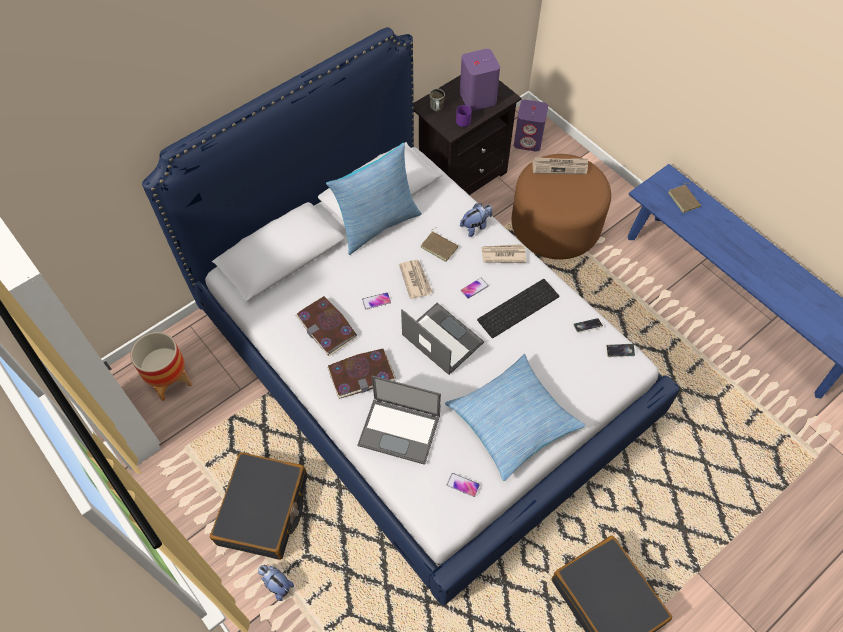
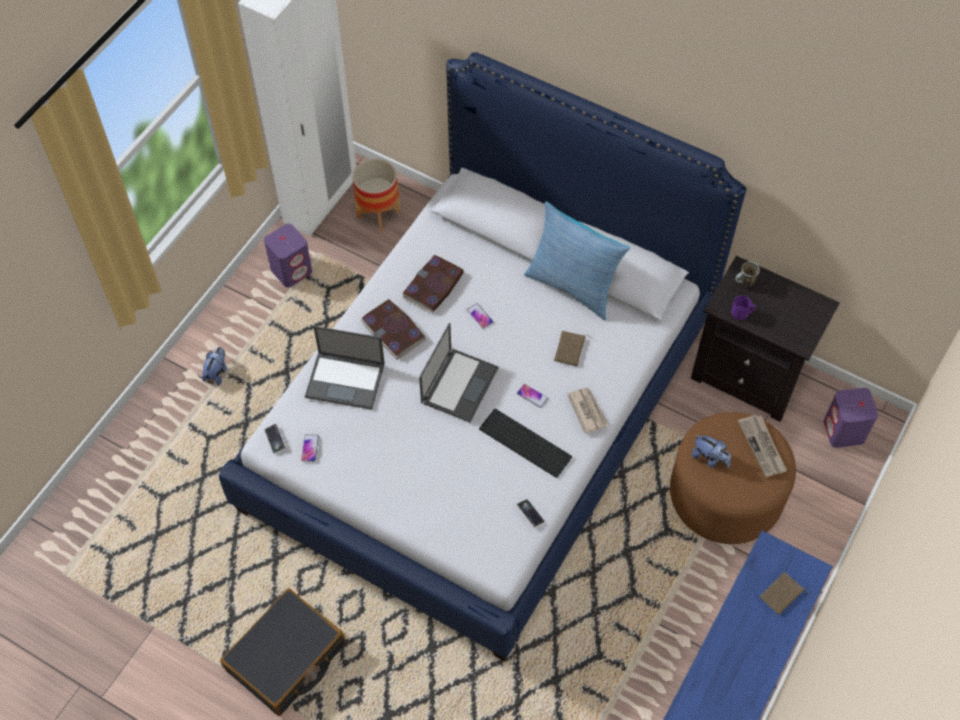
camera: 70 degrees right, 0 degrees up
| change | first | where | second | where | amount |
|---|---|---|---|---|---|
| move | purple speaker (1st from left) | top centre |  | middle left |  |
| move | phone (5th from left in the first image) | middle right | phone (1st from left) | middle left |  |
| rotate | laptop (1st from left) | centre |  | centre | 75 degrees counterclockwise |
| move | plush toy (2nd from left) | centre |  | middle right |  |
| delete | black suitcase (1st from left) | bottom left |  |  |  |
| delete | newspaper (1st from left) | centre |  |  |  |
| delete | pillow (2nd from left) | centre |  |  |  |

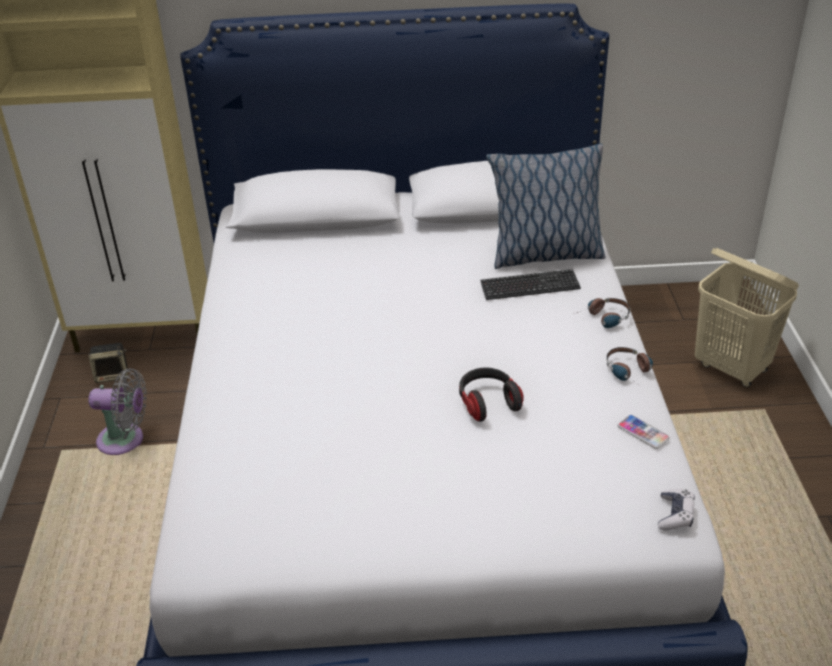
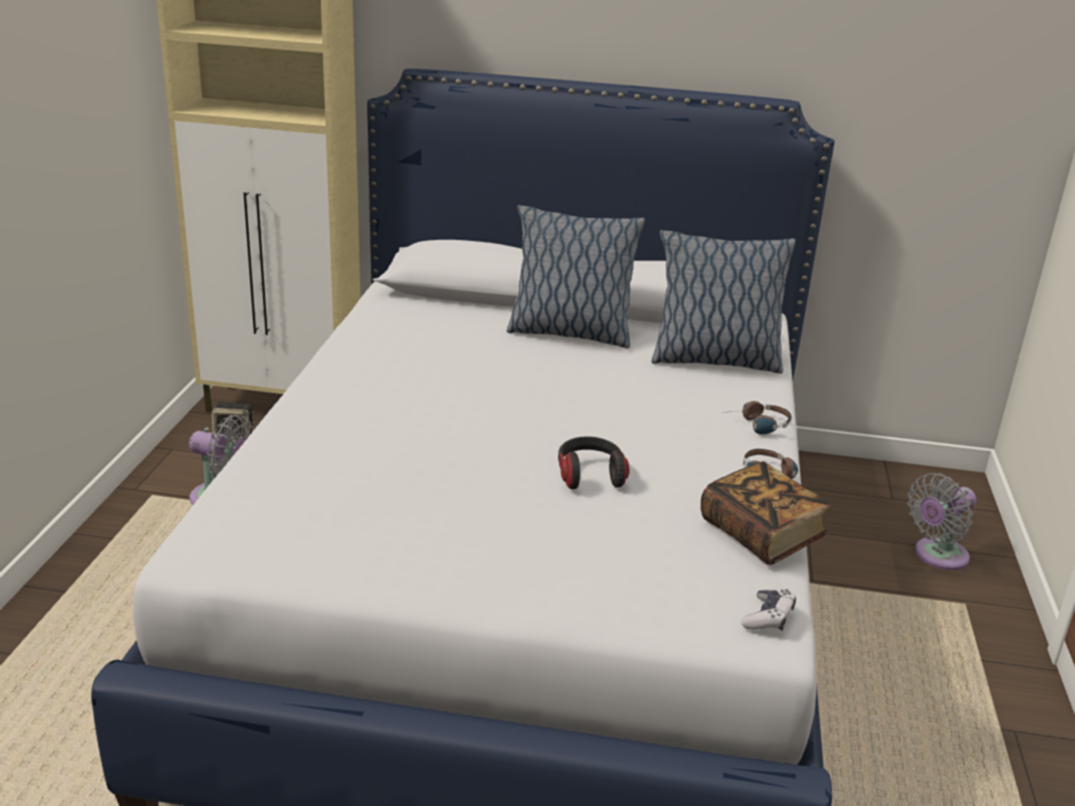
camera: 10 degrees right, 10 degrees down
| change | first | where | second | where | amount |
|---|---|---|---|---|---|
| insert |  |  | pillow (1st from left) | centre |  |
| replace | phone | middle right | book | middle right |  |
| replace | beige laundry basket | middle right | grey fan (2nd from left) | middle right |  |
| delete | keyboard | centre |  |  |  |

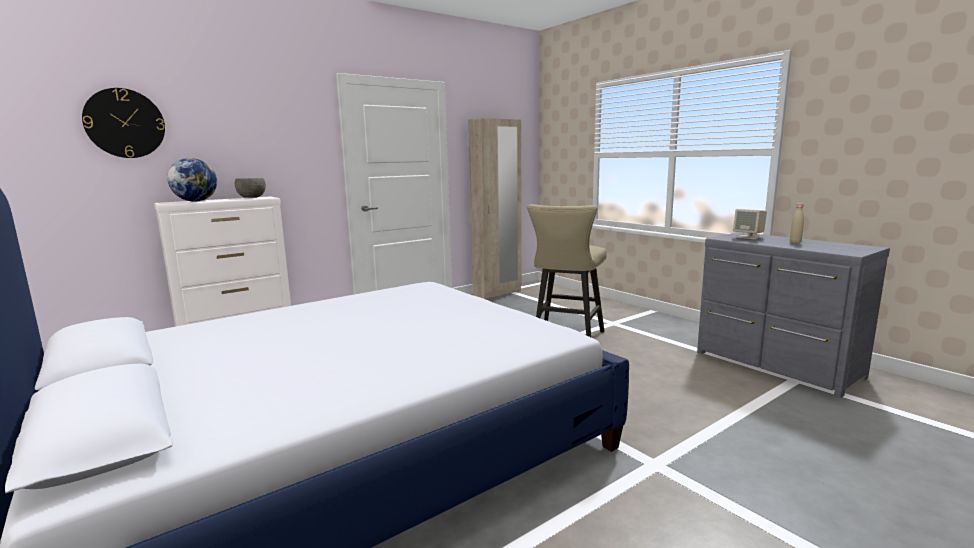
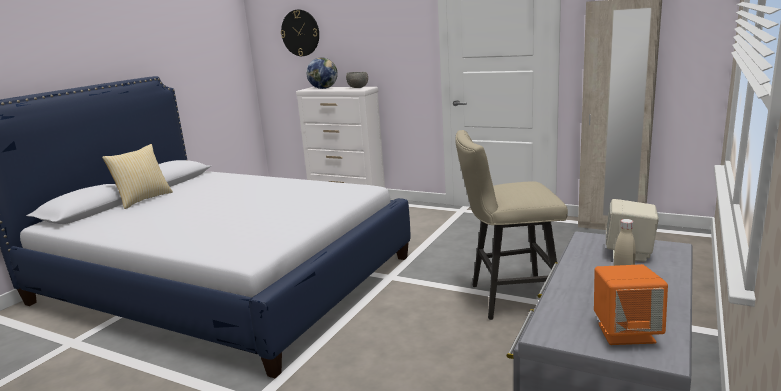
camera: 65 degrees right, 5 degrees up
| change | first | where | second | where | amount |
|---|---|---|---|---|---|
| insert |  |  | pillow | middle left |  |
| insert |  |  | orange speaker | bottom right |  |

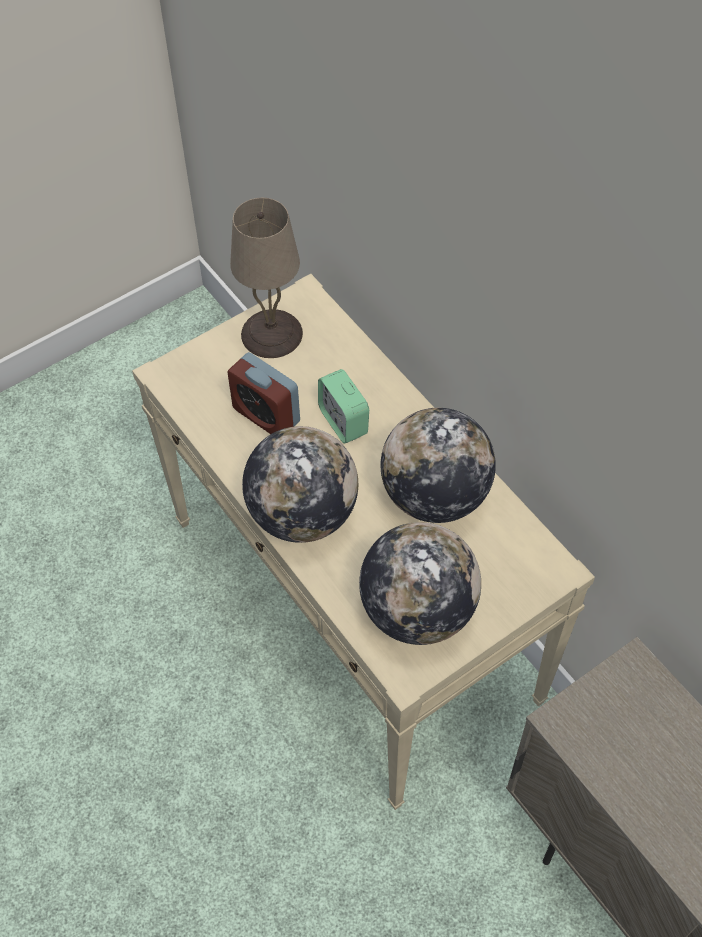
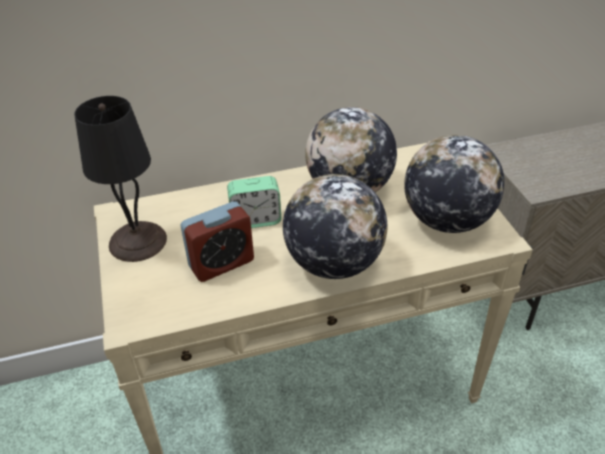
camera: 70 degrees left, 15 degrees down
| change | first | where | second | where | amount |
|---|---|---|---|---|---|
| recolor | beige table lamp | top centre | black table lamp | middle left |  |

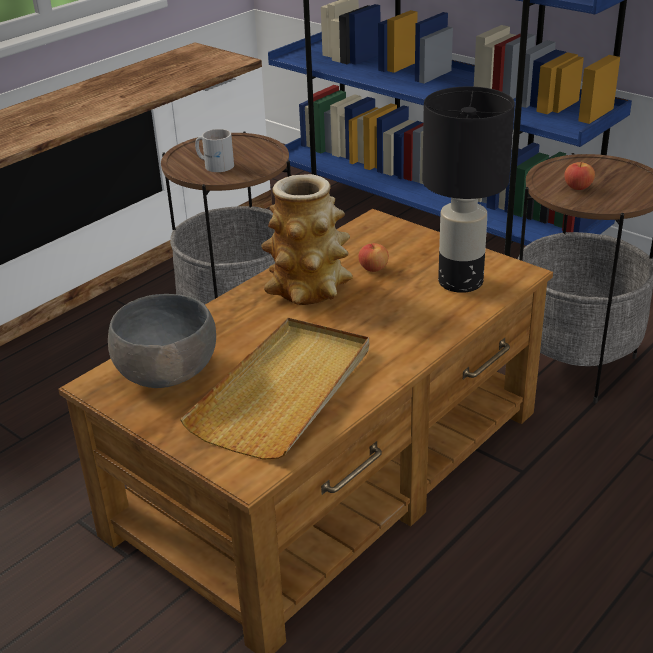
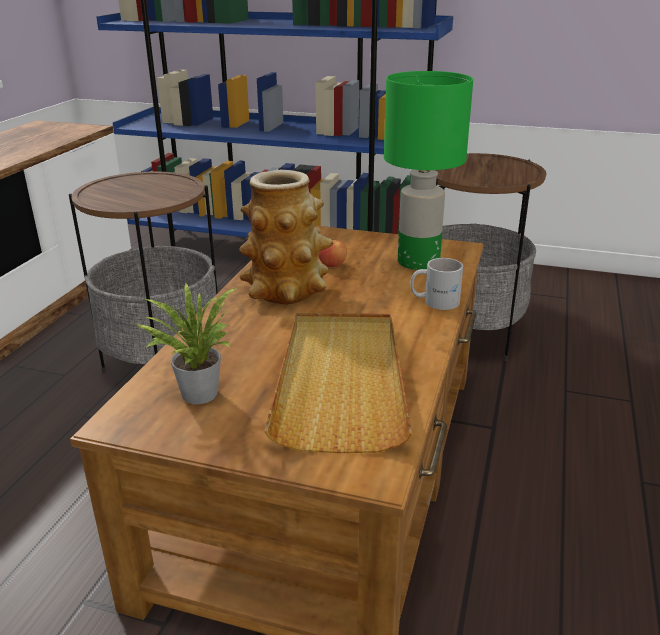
camera: 25 degrees left, 5 degrees down
| change | first | where | second | where | amount |
|---|---|---|---|---|---|
| replace | grey bowl | middle left | potted plant | middle left |  |
| recolor | black table lamp | top right | green table lamp | top centre |  |
| move | white mug | top left |  | centre |  |
| delete | apple (2nd from left) | top right |  |  |  |

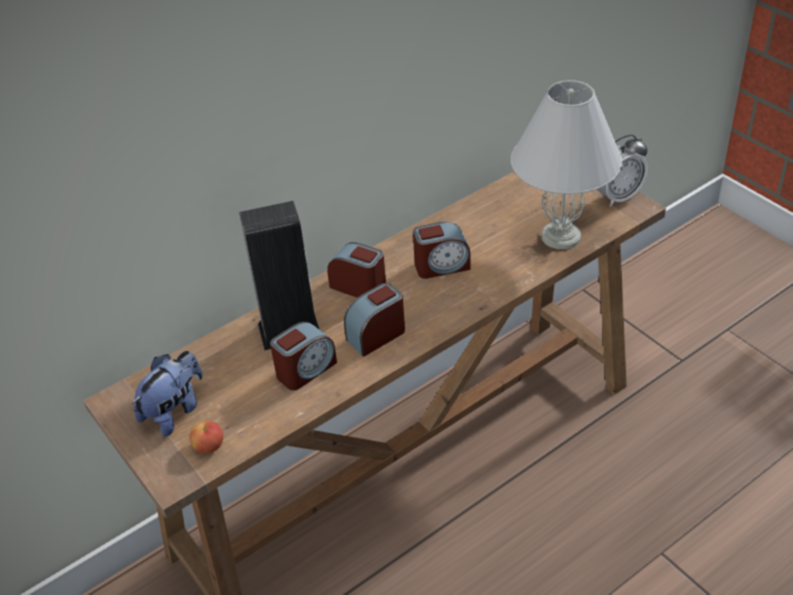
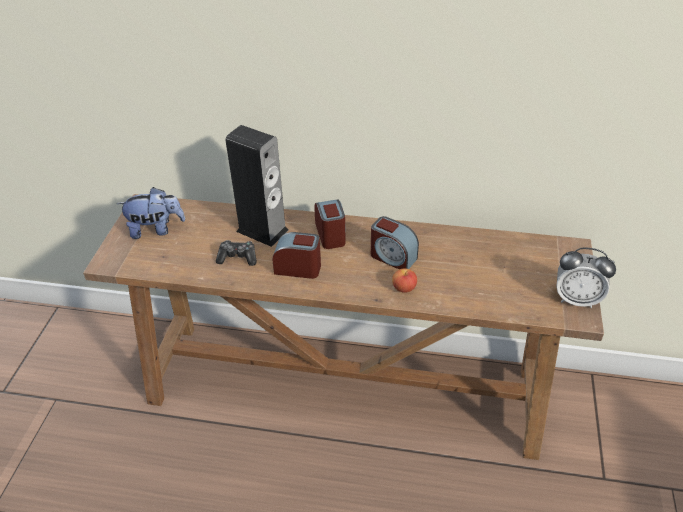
camera: 45 degrees right, 0 degrees up
| change | first | where | second | where | amount |
|---|---|---|---|---|---|
| replace | alarm clock (1st from left) | centre | game controller | centre |  |
| move | apple | bottom left |  | centre |  |
| delete | white table lamp | top right |  |  |  |

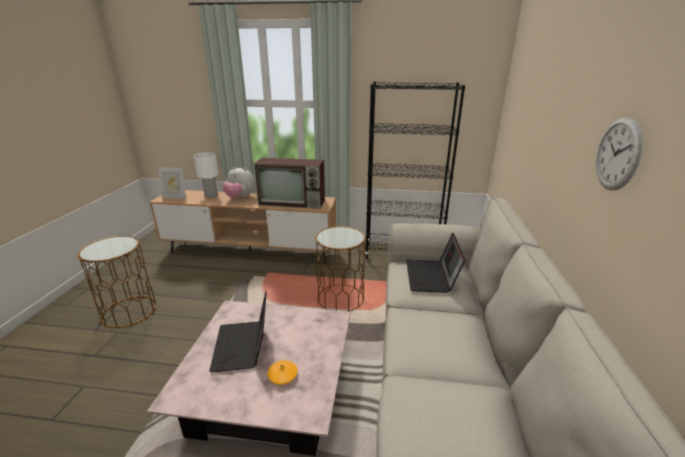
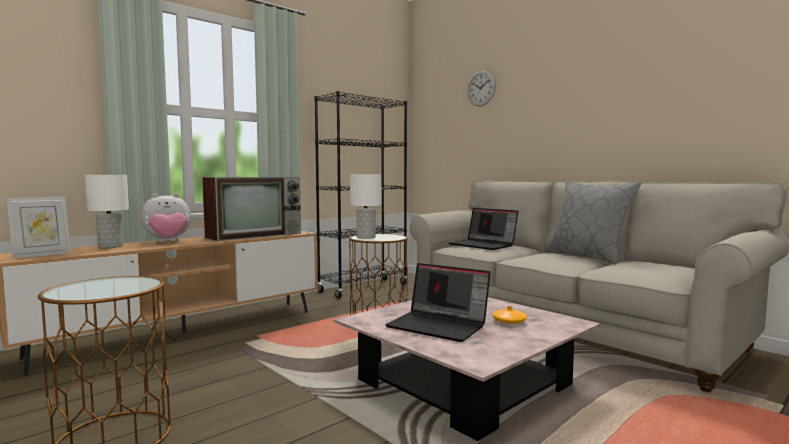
camera: 50 degrees left, 20 degrees down
| change | first | where | second | where | amount |
|---|---|---|---|---|---|
| insert |  |  | white table lamp (2nd from left) | centre |  |
| move | wall clock | middle right |  | top centre |  |
| insert |  |  | grey pillow | middle right |  |

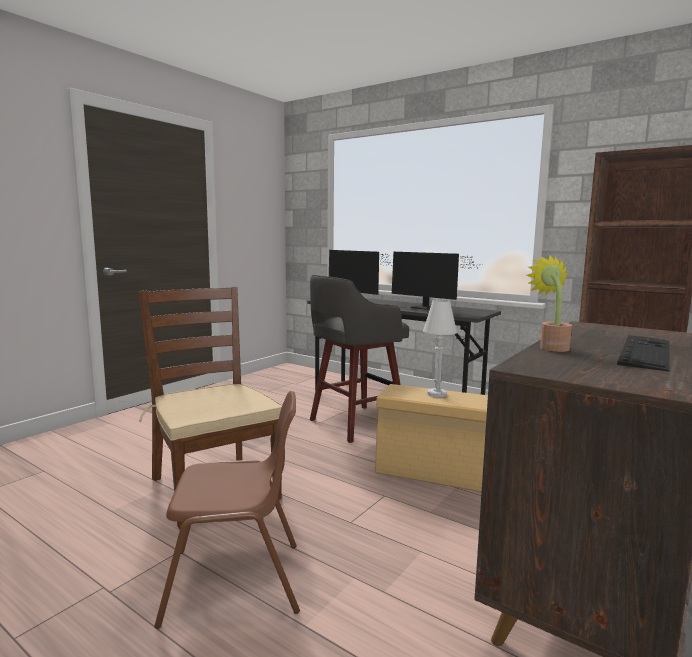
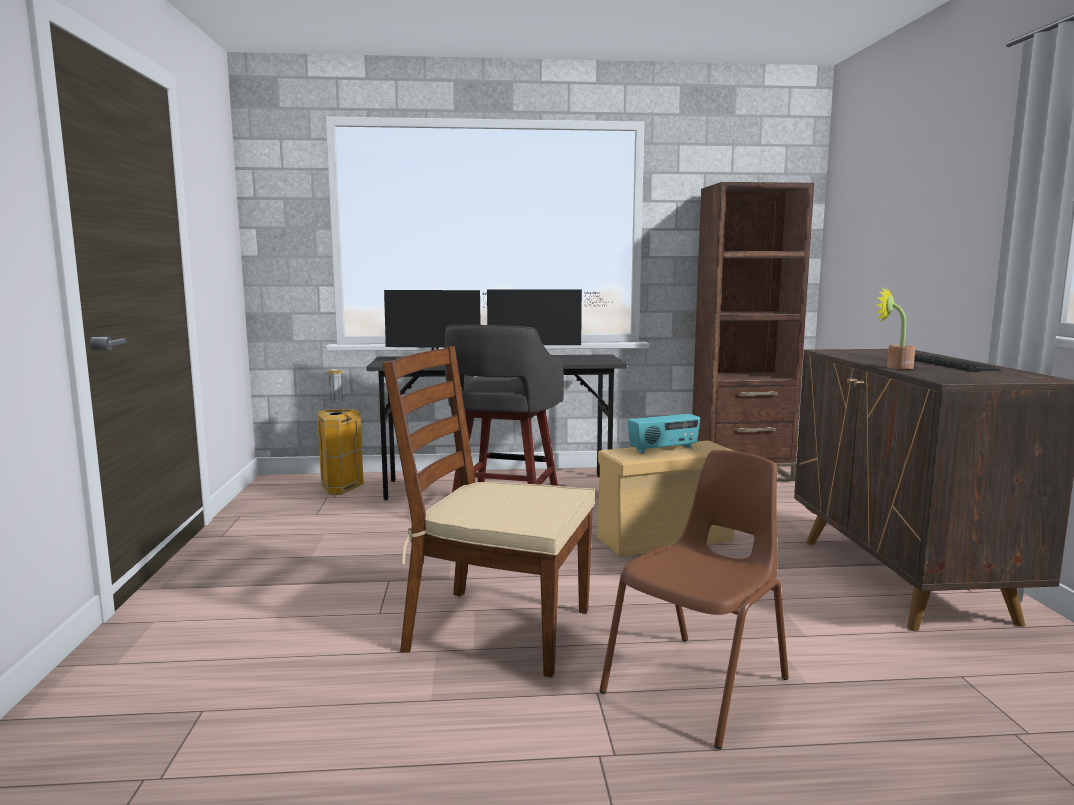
camera: 40 degrees left, 0 degrees up
| change | first | where | second | where | amount |
|---|---|---|---|---|---|
| insert |  |  | trash can | middle left |  |
| replace | white table lamp | centre | radio | centre |  |

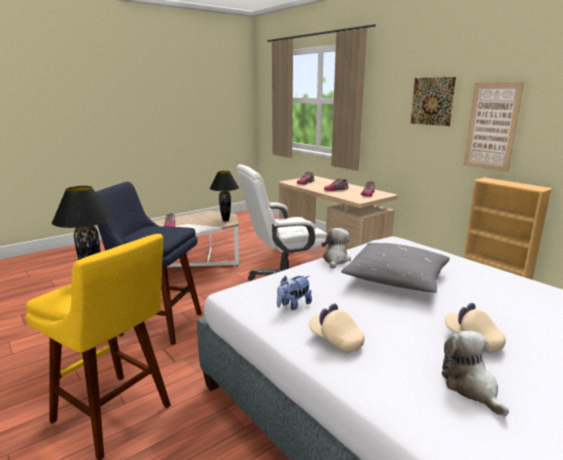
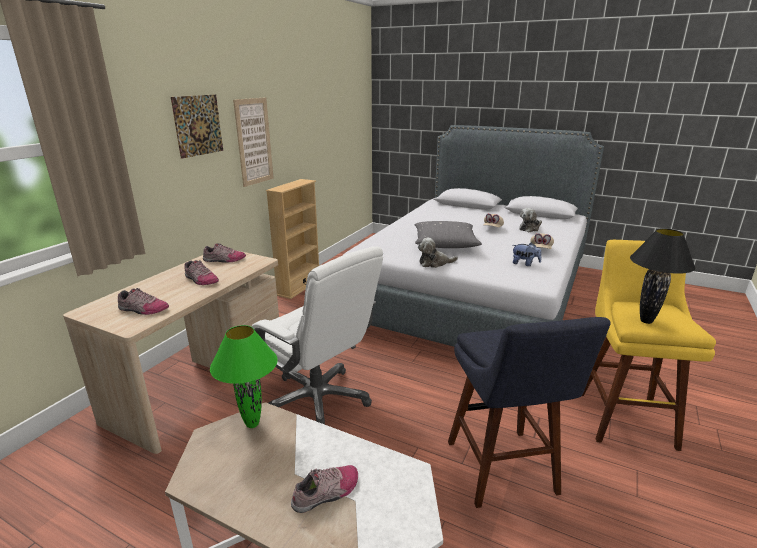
camera: 115 degrees left, 5 degrees up
| change | first | where | second | where | amount |
|---|---|---|---|---|---|
| recolor | black table lamp (2nd from left) | centre | green table lamp | bottom left |  |

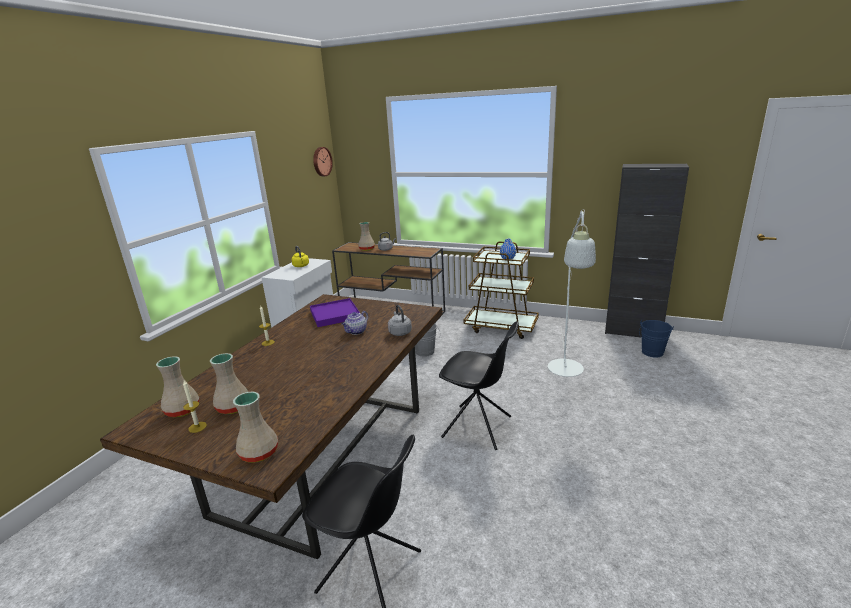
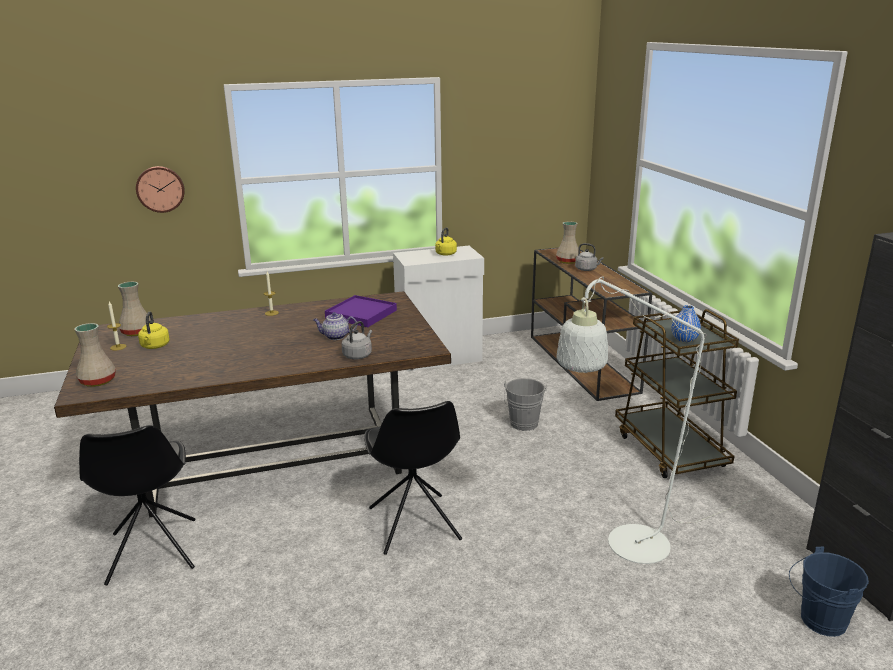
camera: 50 degrees right, 0 degrees up
| change | first | where | second | where | amount |
|---|---|---|---|---|---|
| move | wall clock | top centre |  | top left |  |
| replace | beige vase (2nd from left) | middle left | yellow kettle (1st from left) | middle left |  |

